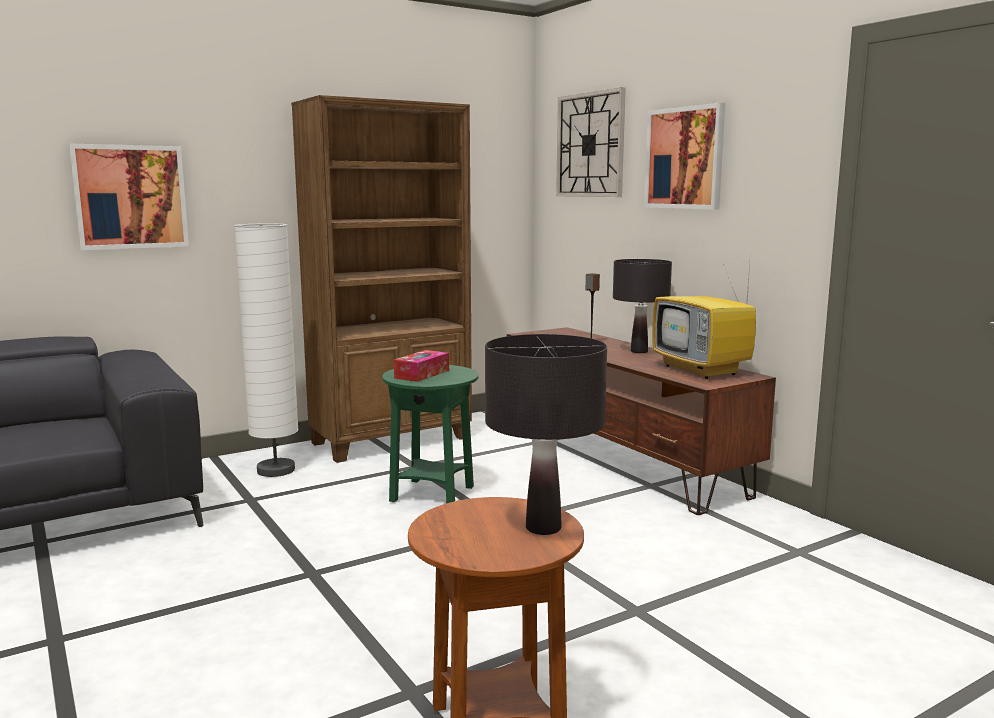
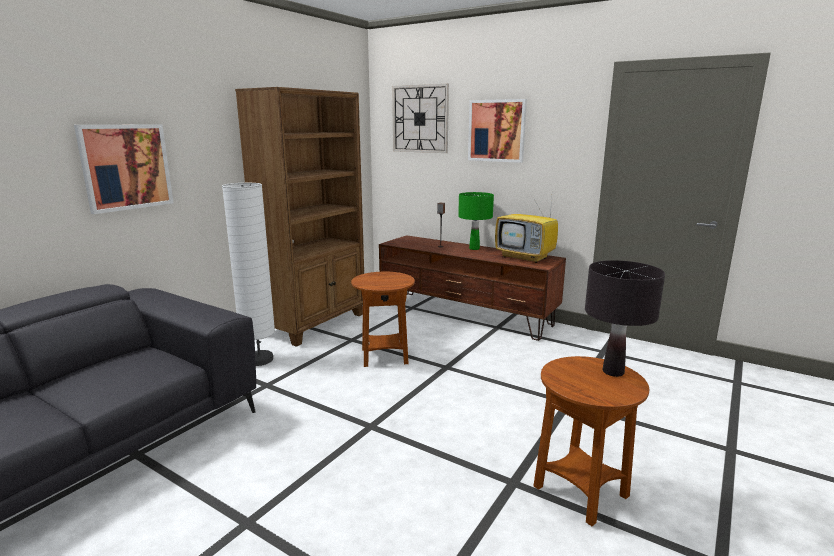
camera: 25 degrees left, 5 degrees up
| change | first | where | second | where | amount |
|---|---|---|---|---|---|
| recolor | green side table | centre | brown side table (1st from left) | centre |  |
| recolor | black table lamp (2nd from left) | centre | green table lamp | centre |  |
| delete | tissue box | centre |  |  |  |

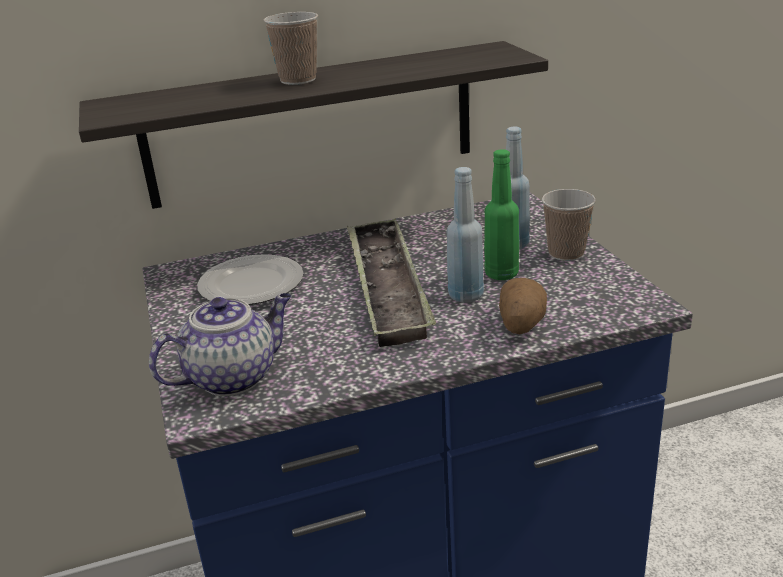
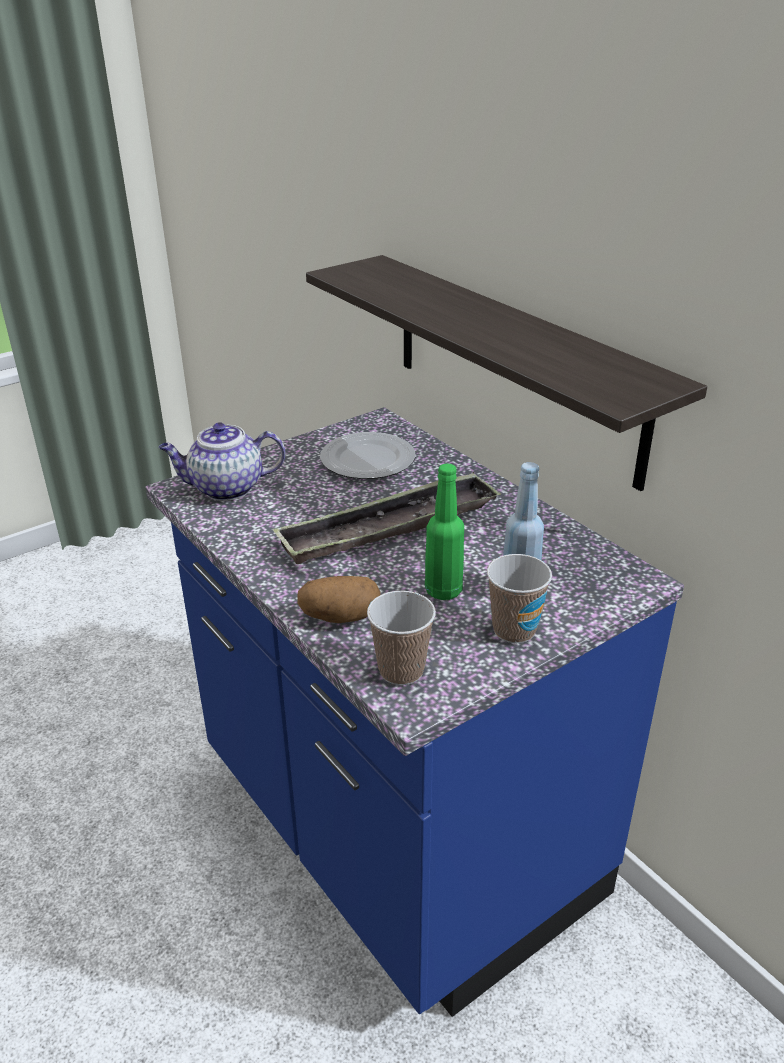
camera: 70 degrees right, 5 degrees up
| change | first | where | second | where | amount |
|---|---|---|---|---|---|
| rotate | teapot | middle left |  | middle left | 135 degrees clockwise |
| move | cup (1st from left) | top centre |  | centre |  |
| delete | blue bottle (1st from left) | centre |  |  |  |

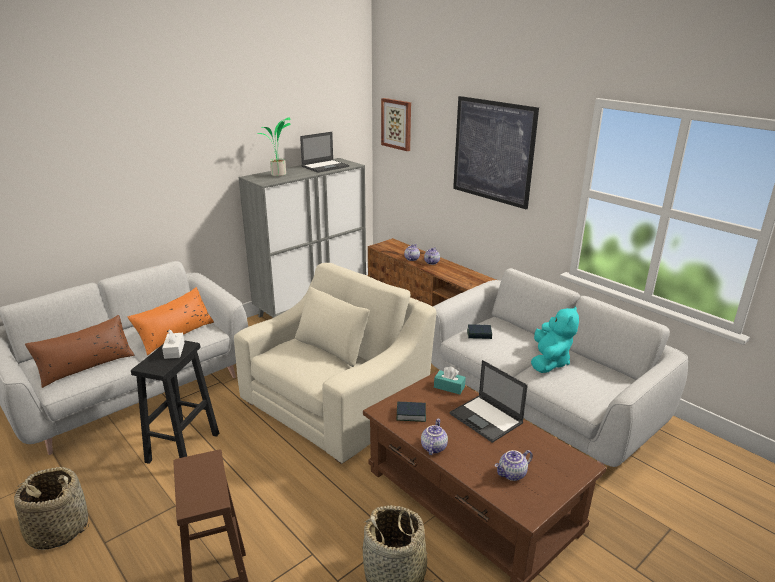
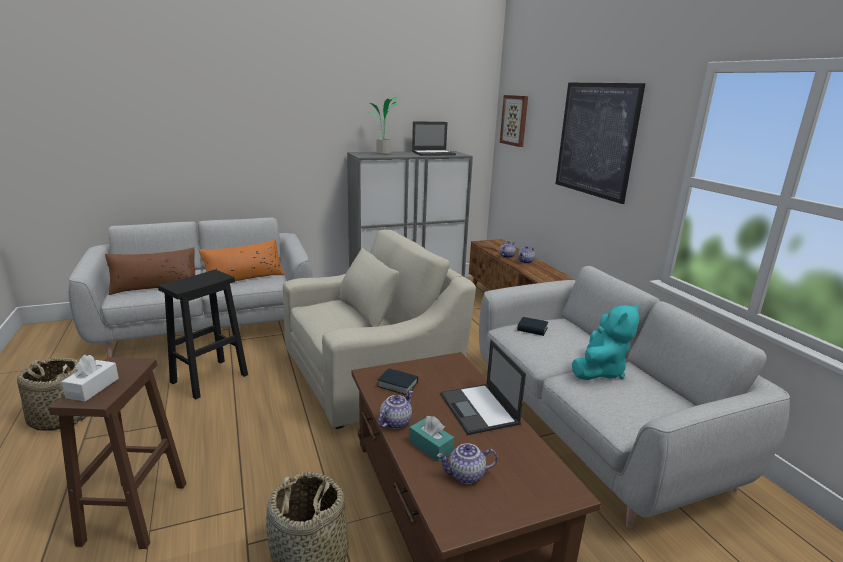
camera: 20 degrees right, 5 degrees down
| change | first | where | second | where | amount |
|---|---|---|---|---|---|
| move | white tissue box | middle left |  | bottom left |  |
| move | turquoise tissue box | centre |  | bottom centre |  |

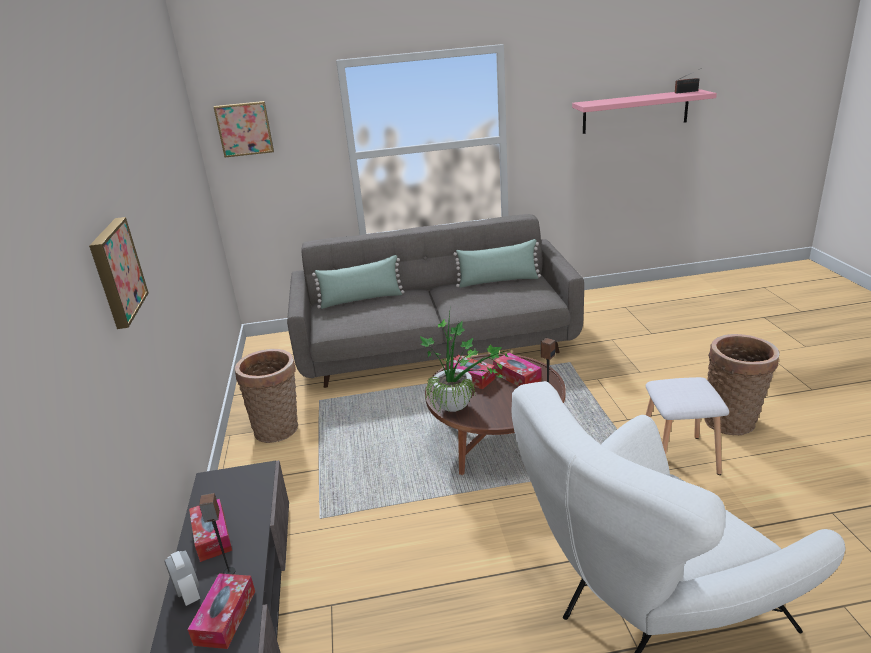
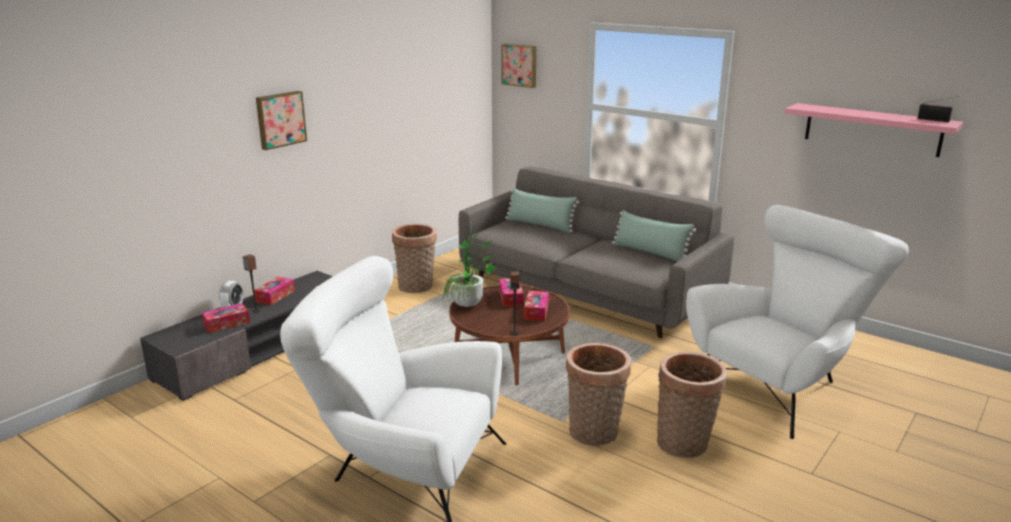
camera: 45 degrees right, 5 degrees down
| change | first | where | second | where | amount |
|---|---|---|---|---|---|
| replace | white stool | middle right | basket (2nd from left) | bottom centre |  |
| insert |  |  | white armchair (2nd from left) | middle right |  |

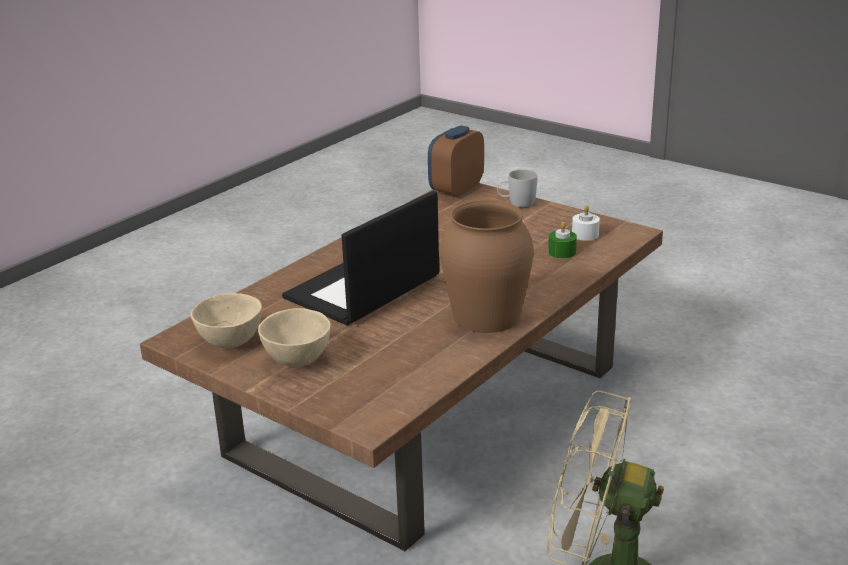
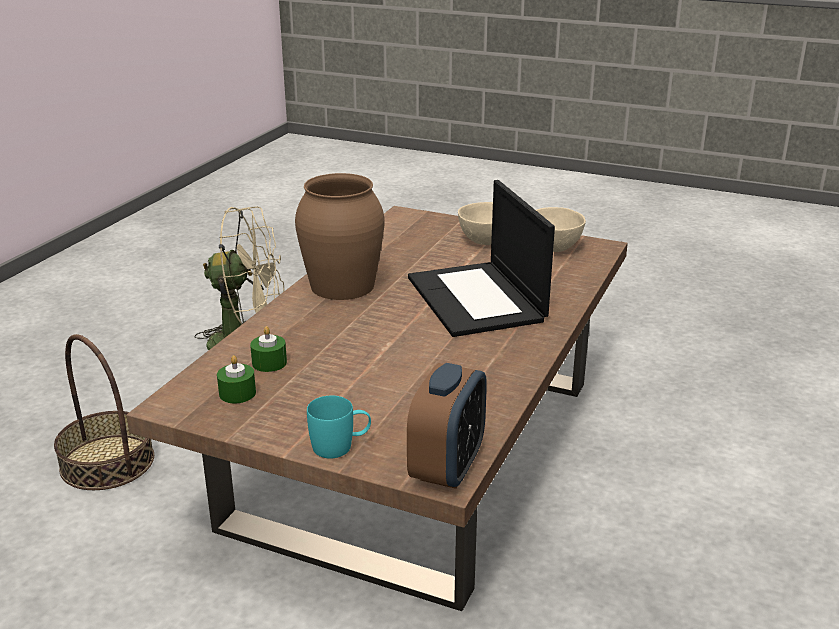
camera: 165 degrees right, 0 degrees up
| change | first | where | second | where | amount |
|---|---|---|---|---|---|
| insert |  |  | basket | middle left |  |
| recolor | white candle | middle right | green candle (1st from left) | middle left |  |
| recolor | white mug | top centre | turquoise mug | bottom centre |  |
| rotate | laptop | centre |  | centre | 135 degrees clockwise |

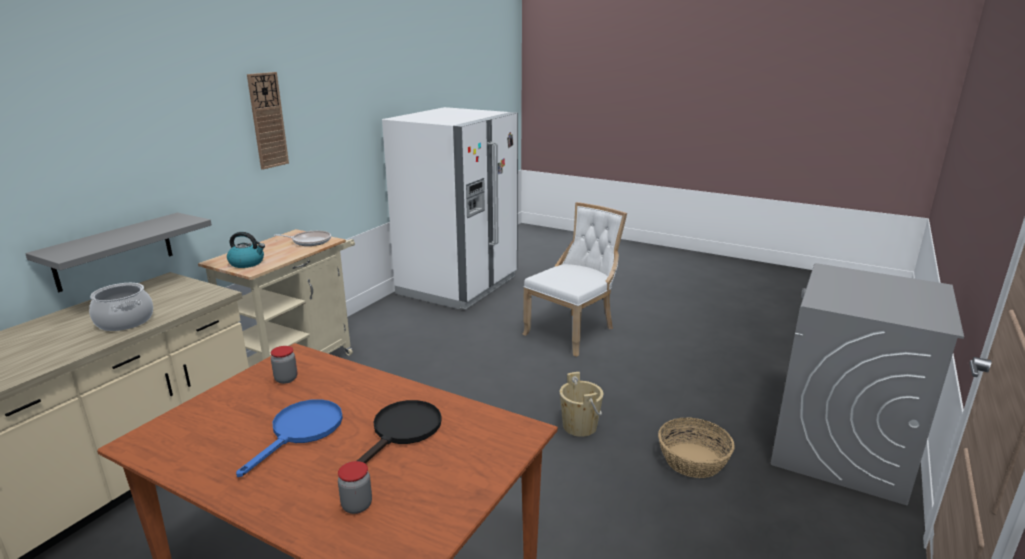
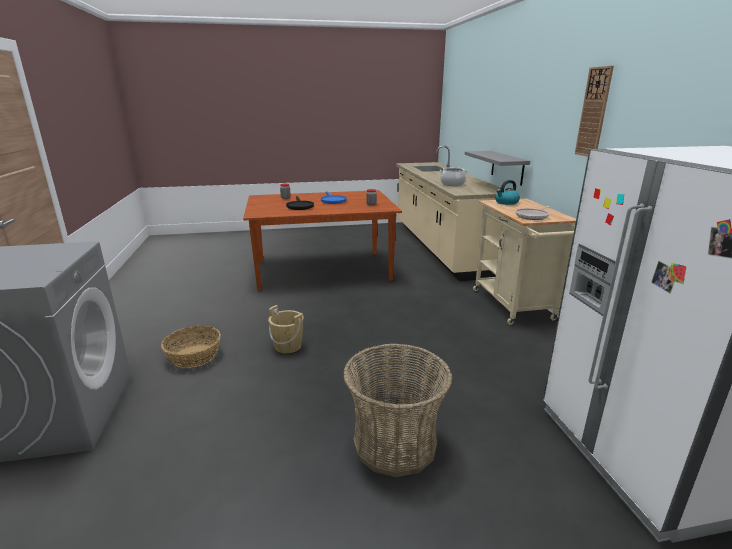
camera: 140 degrees right, 0 degrees up
| change | first | where | second | where | amount |
|---|---|---|---|---|---|
| replace | white chair | centre | basket (2nd from left) | bottom centre |  |

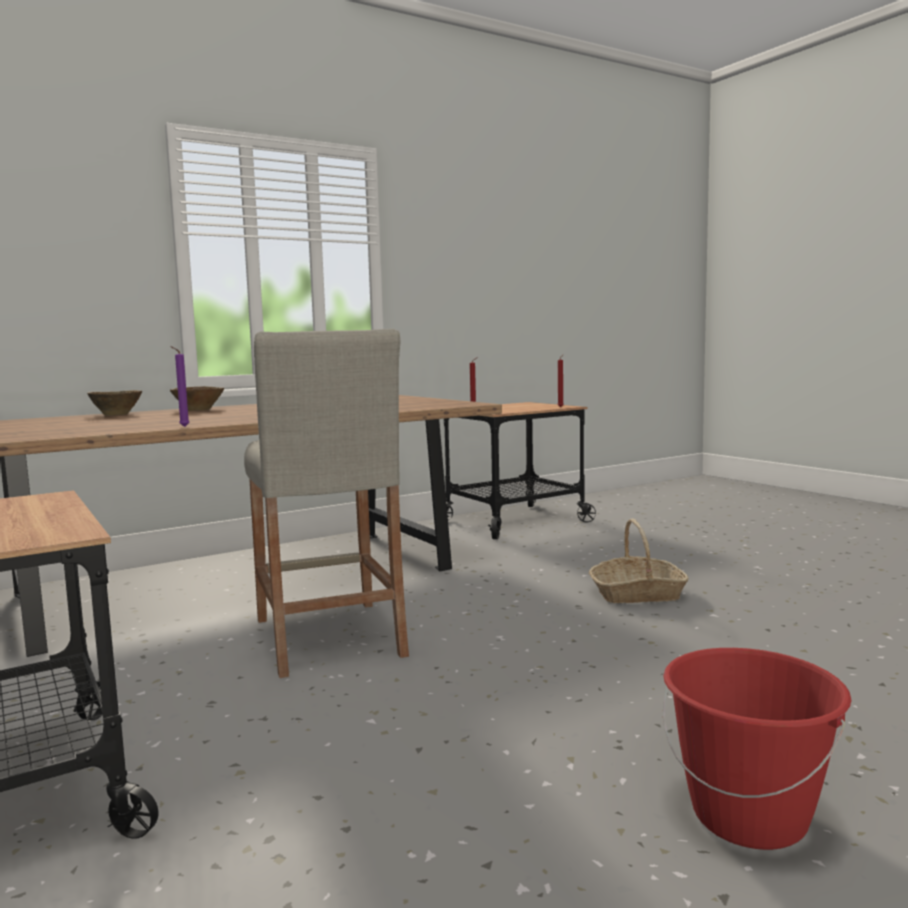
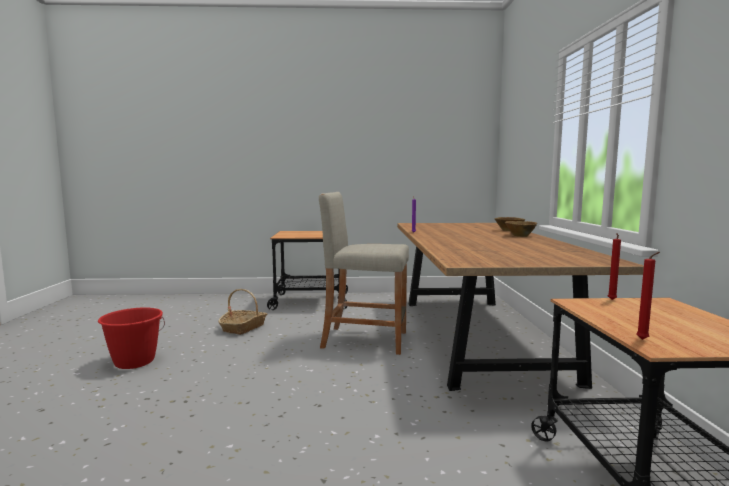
camera: 120 degrees right, 0 degrees up
| change | first | where | second | where | amount |
|---|---|---|---|---|---|
| move | basket | middle right |  | middle left |  |

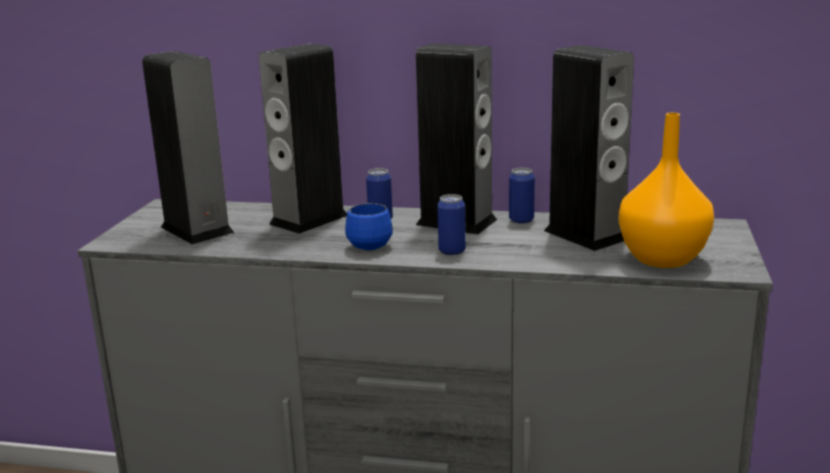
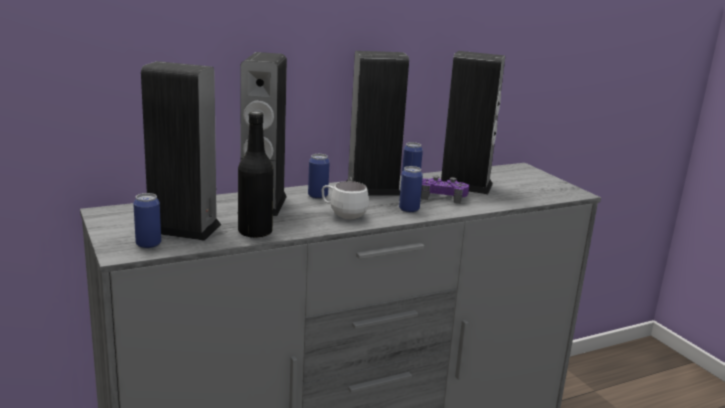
camera: 40 degrees left, 0 degrees up
| change | first | where | second | where | amount |
|---|---|---|---|---|---|
| insert |  |  | can (1st from left) | middle left |  |
| insert |  |  | black bottle | centre |  |
| recolor | blue mug | centre | white mug | centre |  |
| insert |  |  | purple game controller | centre |  |
| delete | orange vase | middle right |  |  |  |

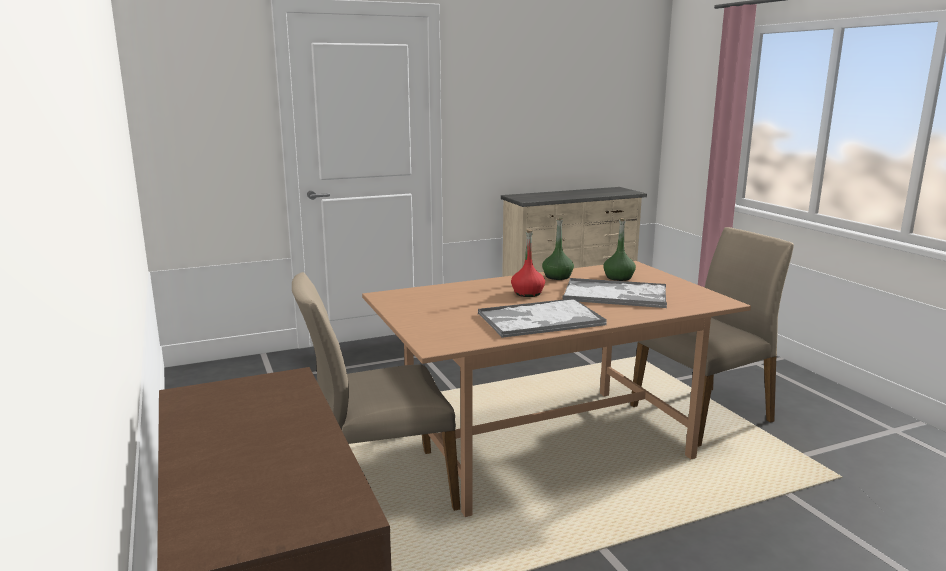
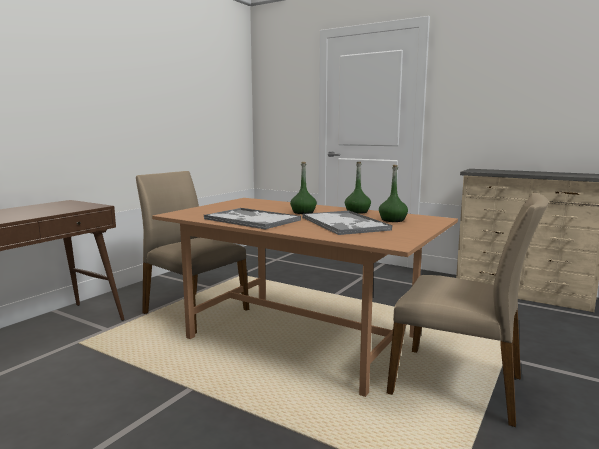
camera: 55 degrees right, 5 degrees down
| change | first | where | second | where | amount |
|---|---|---|---|---|---|
| recolor | red bottle | centre | green bottle (1st from left) | centre |  |

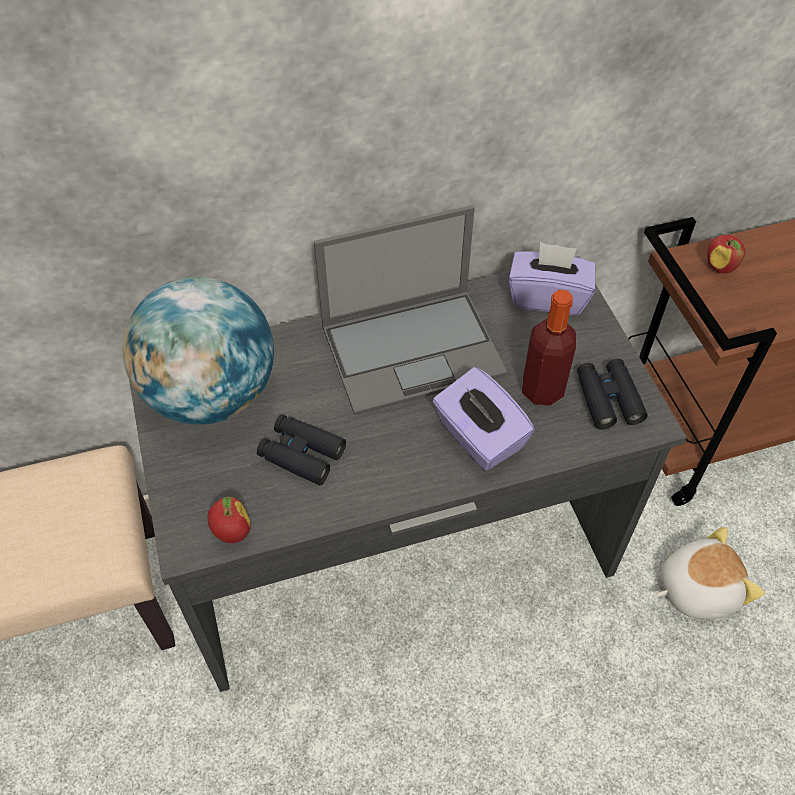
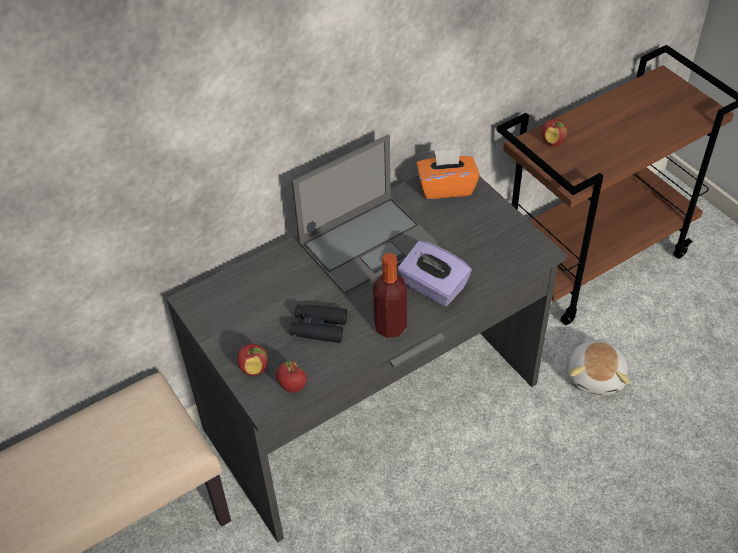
camera: 15 degrees left, 5 degrees down
| change | first | where | second | where | amount |
|---|---|---|---|---|---|
| insert |  |  | apple (1st from left) | centre |  |
| move | bottle | middle right |  | centre |  |
| recolor | purple tissue box (2nd from left) | middle right | orange tissue box | top centre |  |
| rotate | plush toy | bottom right |  | middle right | 135 degrees clockwise |
| delete | globe | middle left |  |  |  |
| delete | black binoculars (2nd from left) | middle right |  |  |  |

